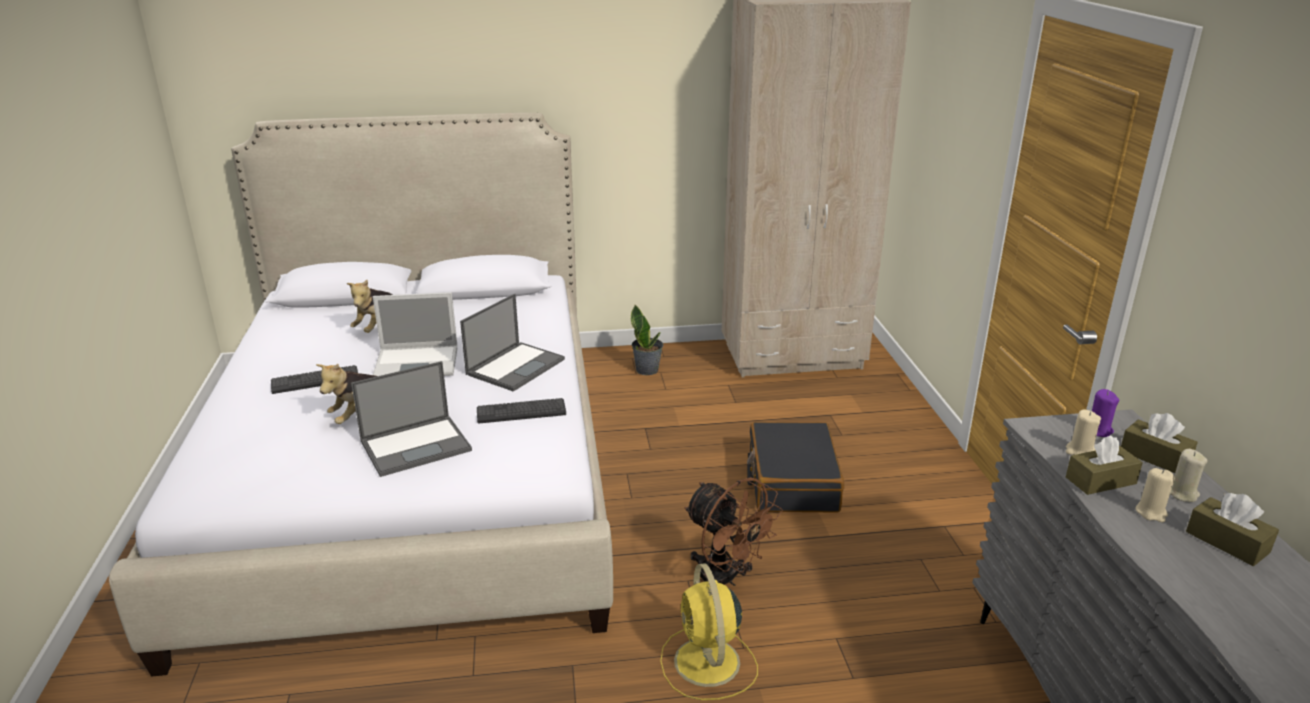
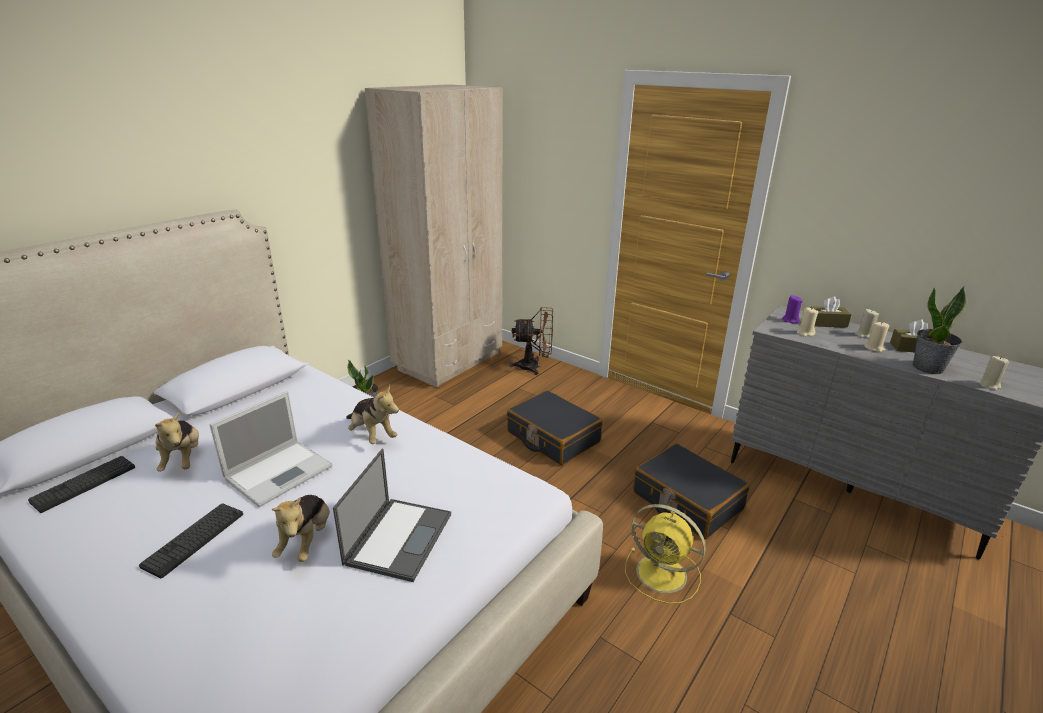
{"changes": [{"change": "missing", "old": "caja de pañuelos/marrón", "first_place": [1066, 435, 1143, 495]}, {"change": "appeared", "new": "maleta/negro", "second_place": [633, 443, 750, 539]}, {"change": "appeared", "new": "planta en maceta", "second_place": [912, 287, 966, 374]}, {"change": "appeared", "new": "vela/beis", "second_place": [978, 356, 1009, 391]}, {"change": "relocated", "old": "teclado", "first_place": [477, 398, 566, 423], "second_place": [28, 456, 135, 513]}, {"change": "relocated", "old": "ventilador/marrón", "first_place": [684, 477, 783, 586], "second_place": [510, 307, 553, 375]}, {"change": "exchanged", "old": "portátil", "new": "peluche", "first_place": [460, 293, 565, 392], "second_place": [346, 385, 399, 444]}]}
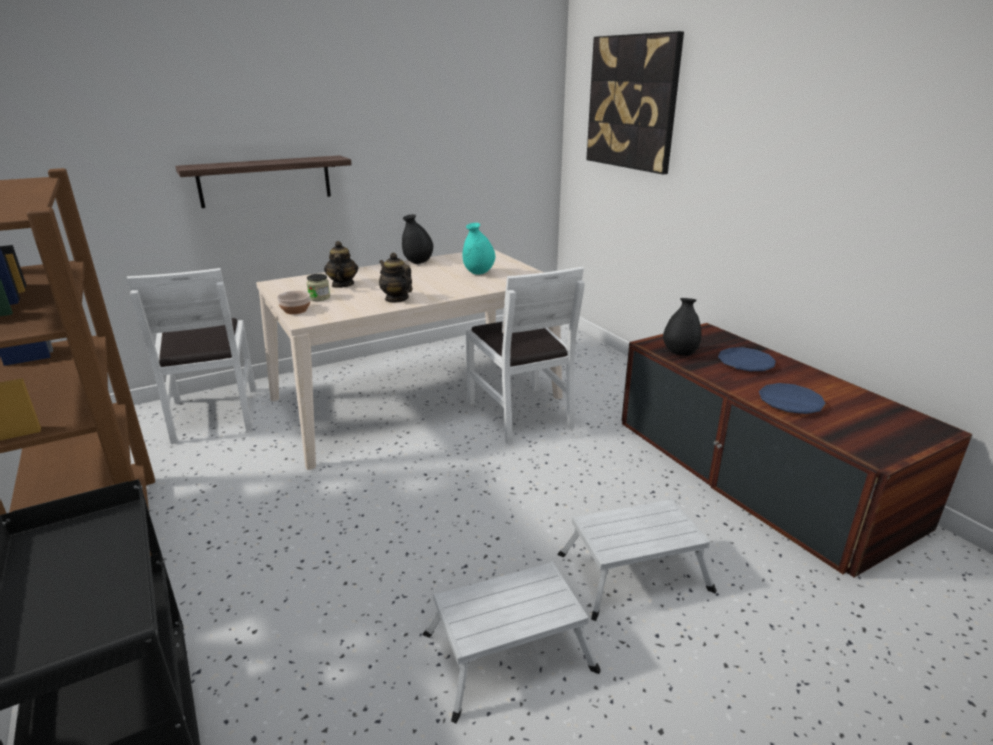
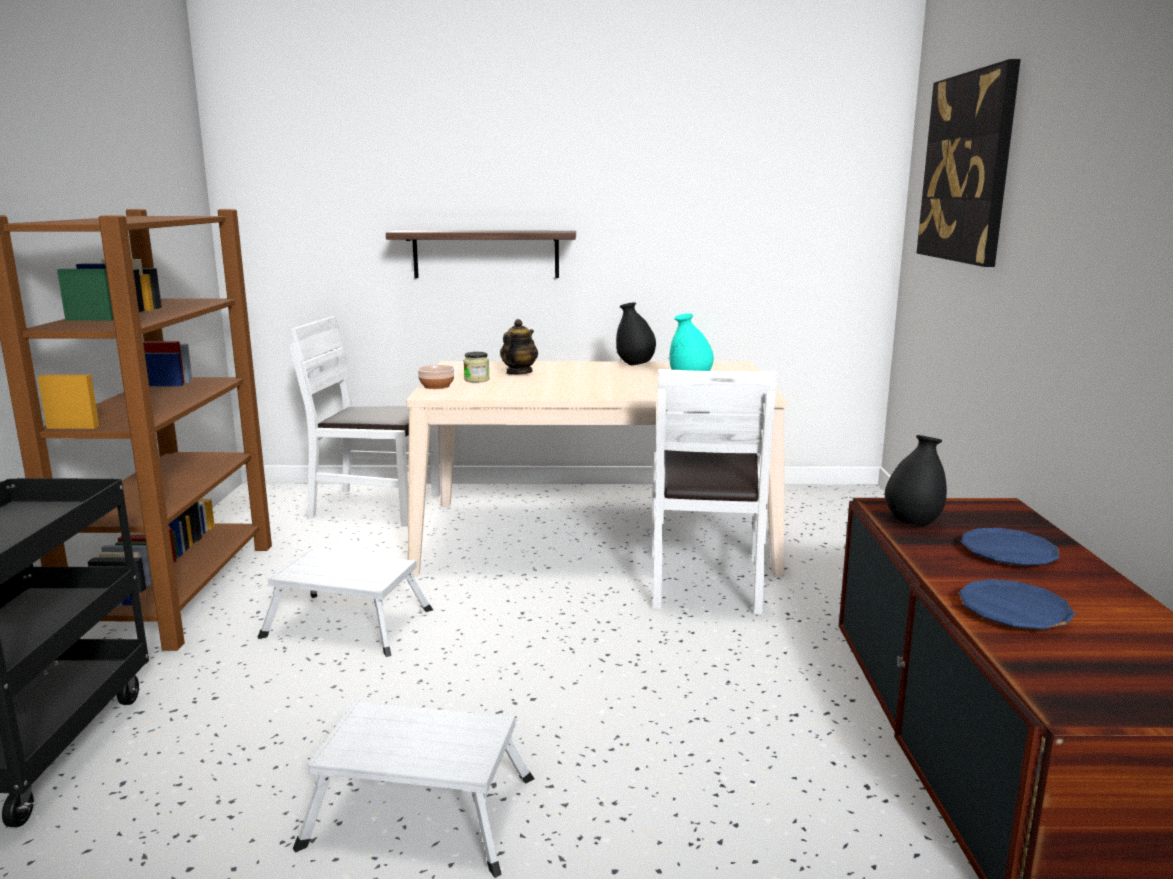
{"changes": [{"change": "missing", "old": "tetera", "first_place": [379, 253, 412, 303]}, {"change": "relocated", "old": "escalera de tijera/blanco", "first_place": [557, 498, 717, 621], "second_place": [257, 549, 433, 657]}, {"change": "spun", "old": "silla/blanco", "first_place": [127, 268, 256, 444], "second_place": [290, 316, 441, 526], "degrees": 90}]}
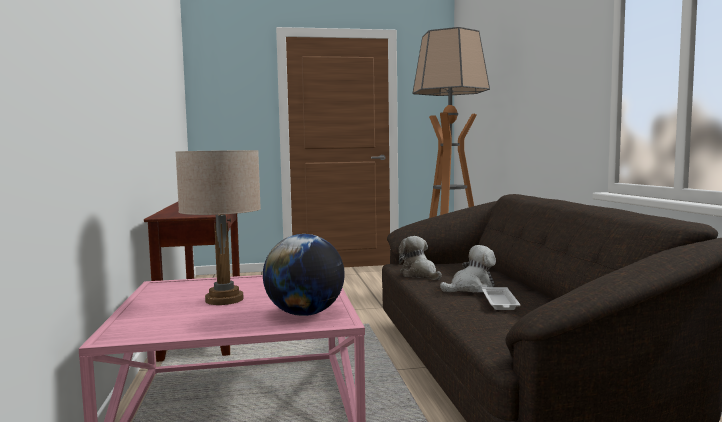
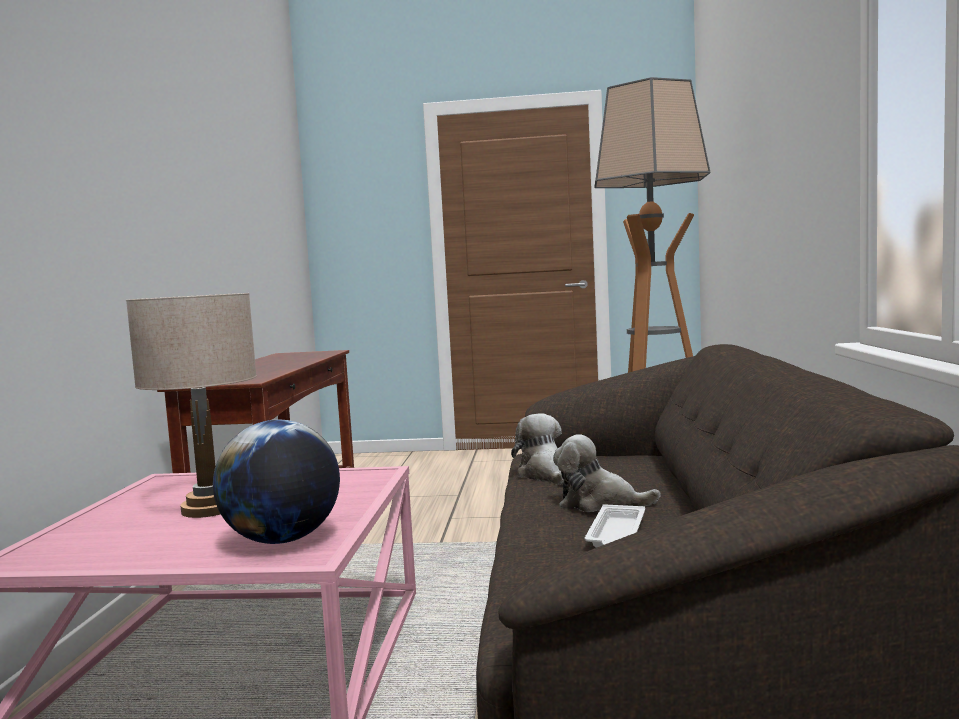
{"changes": [{"change": "spun", "old": "peluche", "first_place": [440, 245, 496, 292], "second_place": [553, 434, 661, 512], "degrees": -150}]}
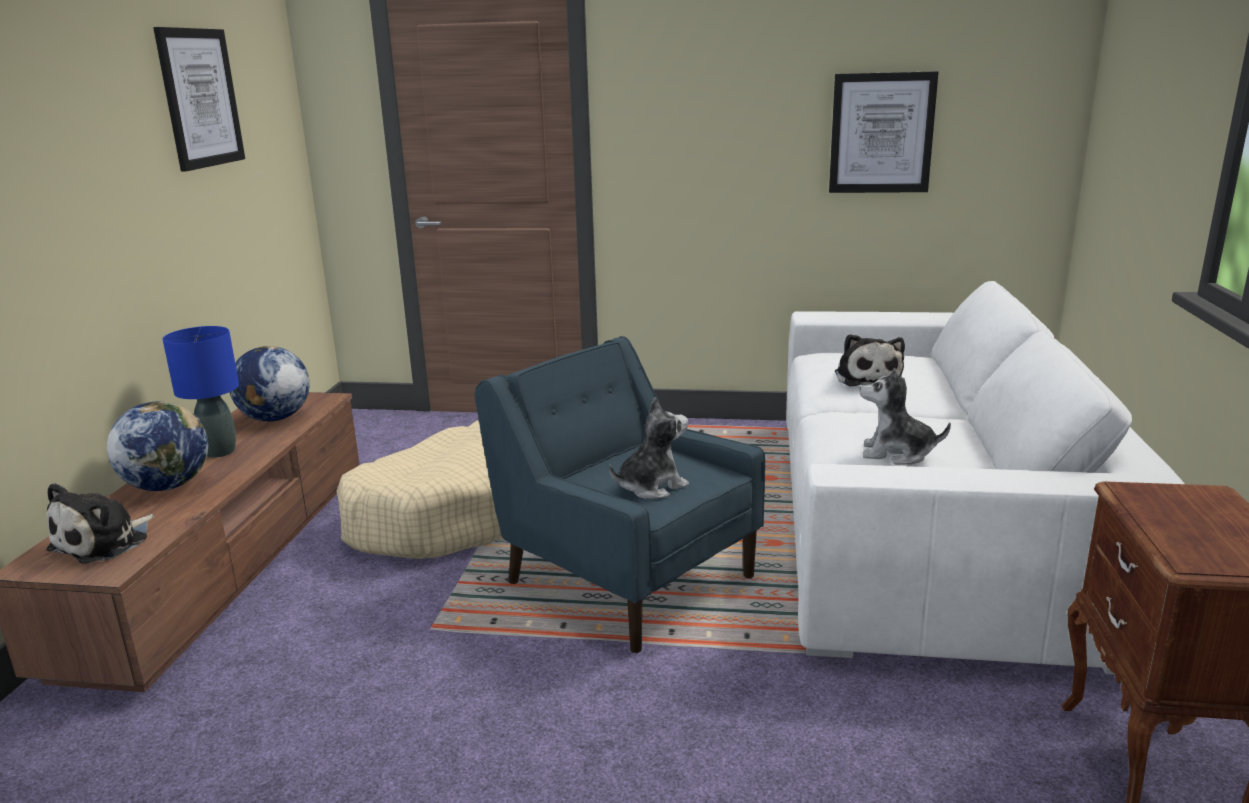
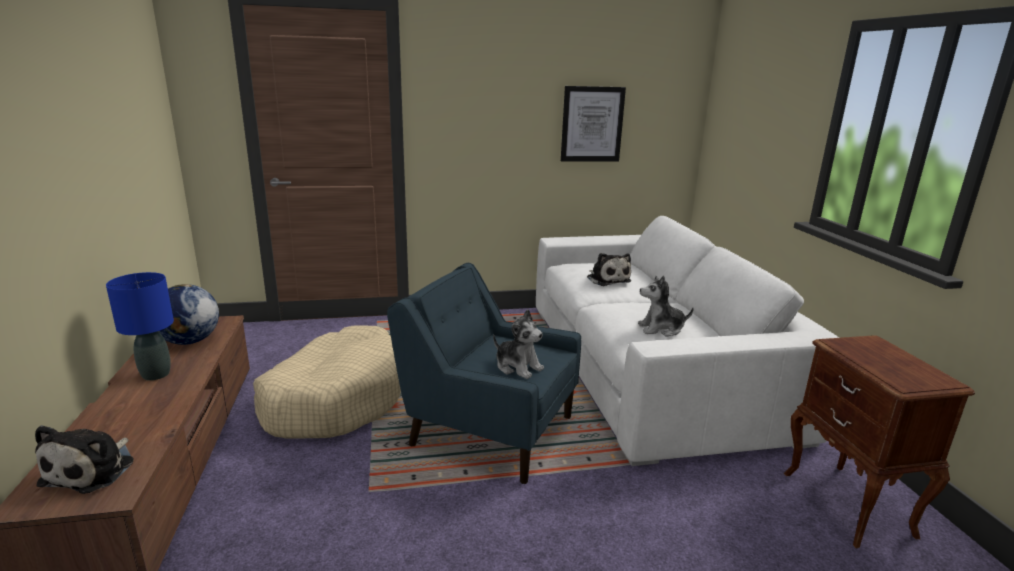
{"changes": [{"change": "missing", "old": "globo terráqueo", "first_place": [107, 401, 208, 491]}, {"change": "missing", "old": "cuadro", "first_place": [153, 27, 245, 172]}, {"change": "spun", "old": "peluche", "first_place": [609, 397, 689, 499], "second_place": [493, 310, 544, 379], "degrees": 90}]}
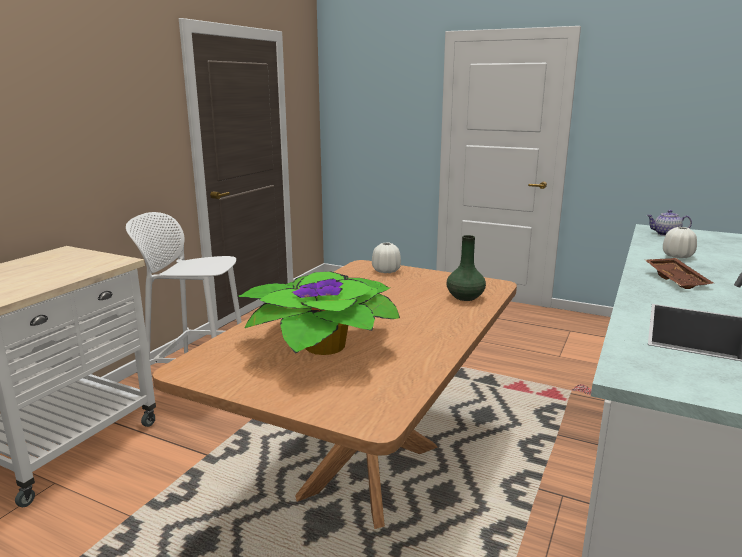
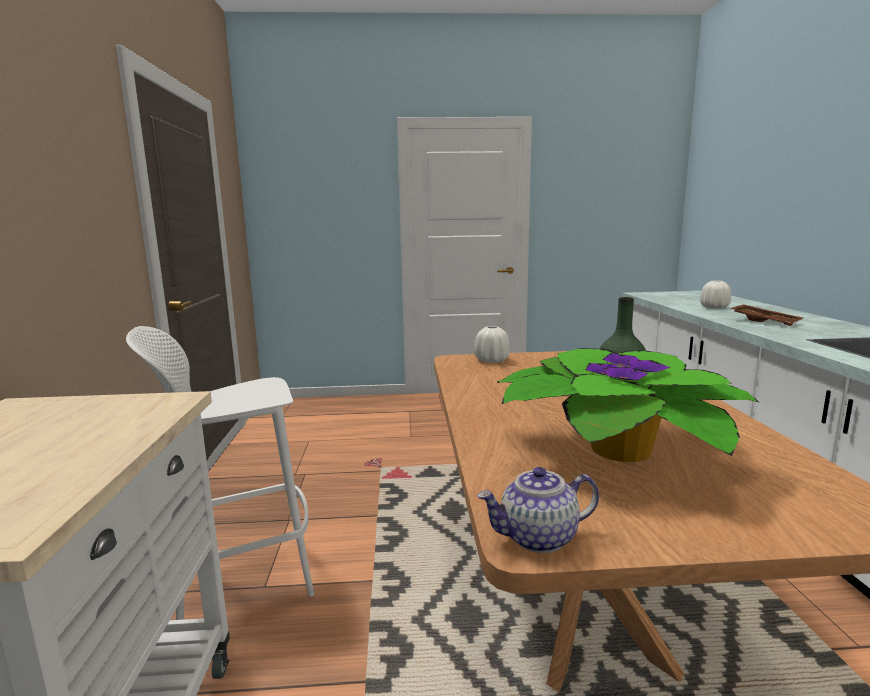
{"changes": [{"change": "relocated", "old": "tetera", "first_place": [647, 210, 692, 236], "second_place": [477, 467, 599, 553]}]}
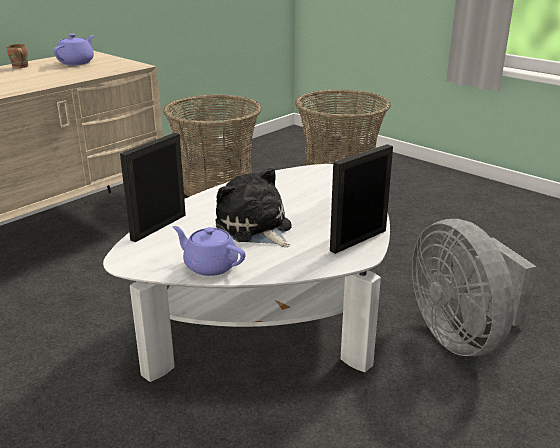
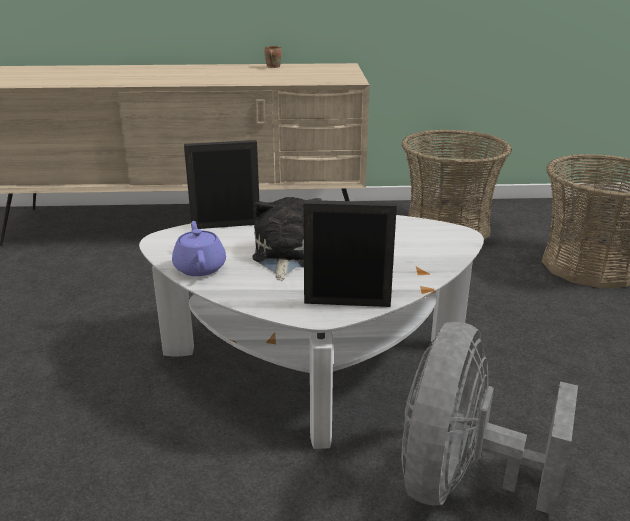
{"changes": [{"change": "missing", "old": "tetera/morado", "first_place": [53, 34, 94, 65]}]}
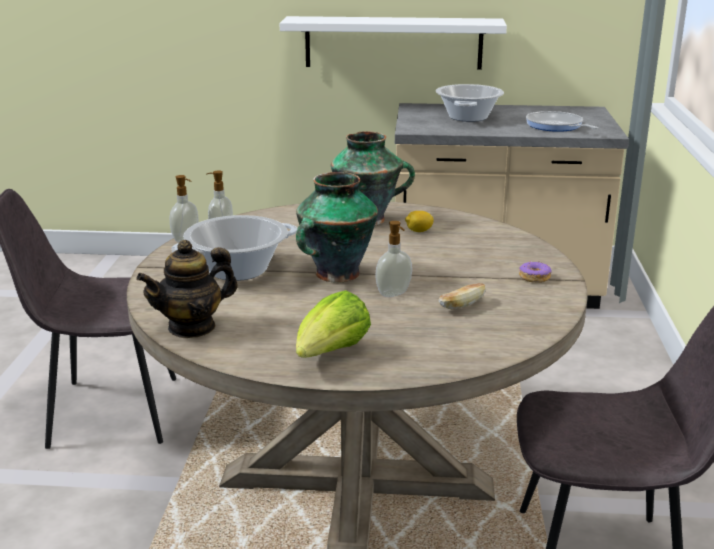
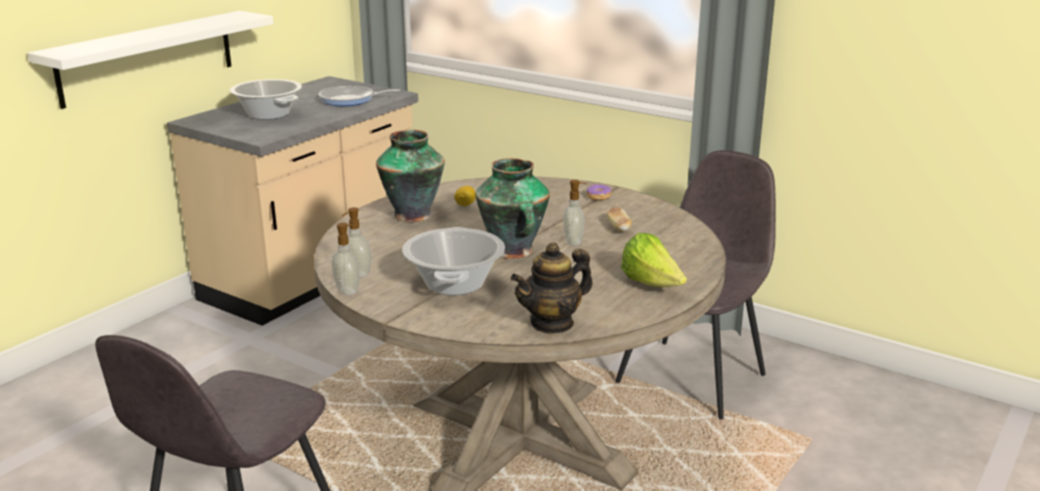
{"changes": [{"change": "spun", "old": "tetera", "first_place": [136, 240, 238, 338], "second_place": [511, 242, 593, 334], "degrees": 60}]}
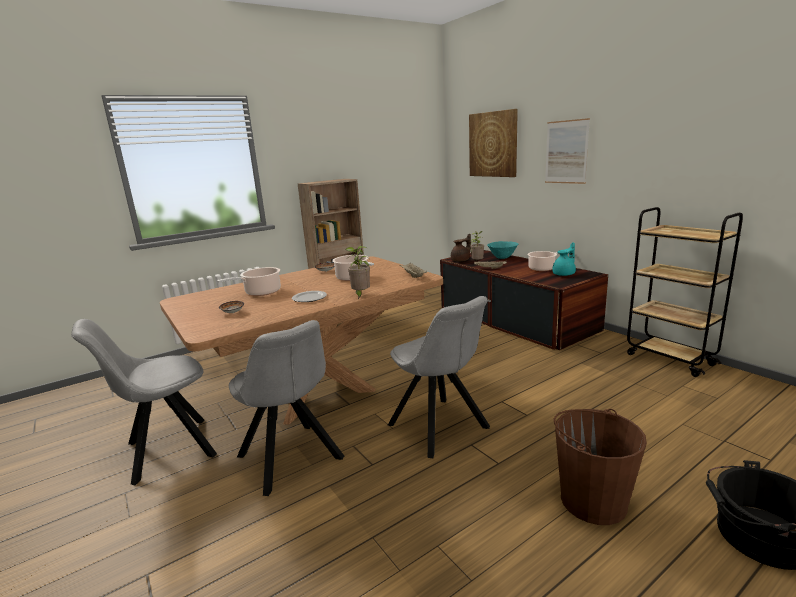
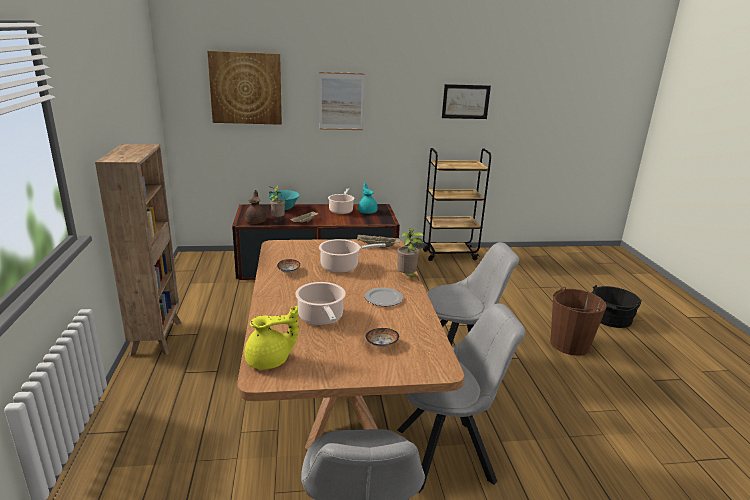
{"changes": [{"change": "appeared", "new": "tetera/amarillo", "second_place": [245, 306, 299, 369]}, {"change": "appeared", "new": "cuadro", "second_place": [442, 84, 491, 119]}]}
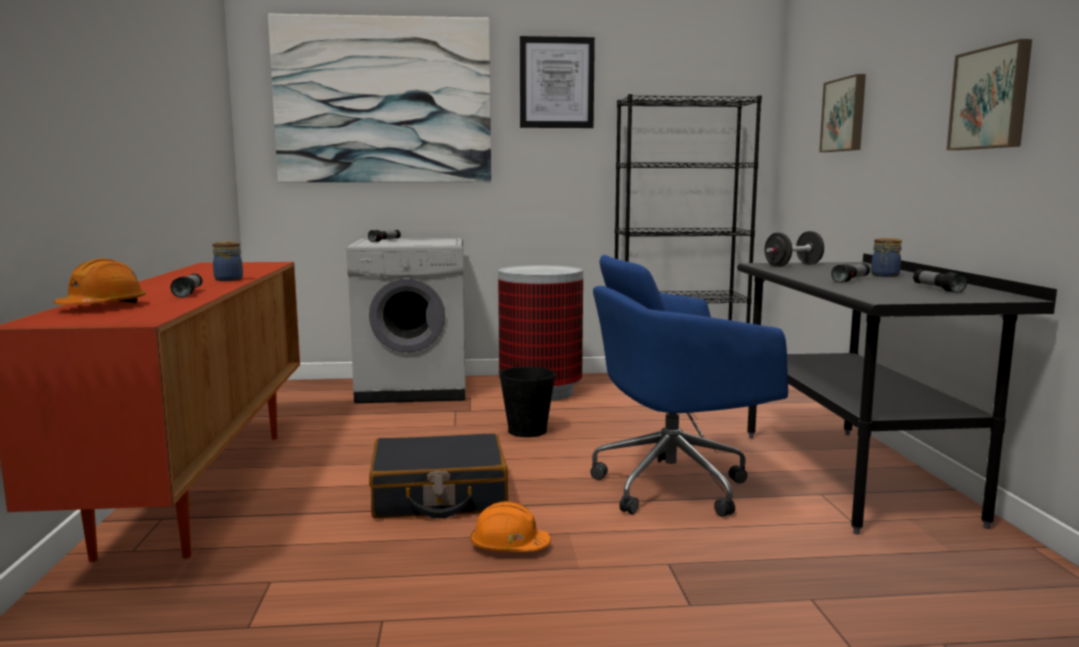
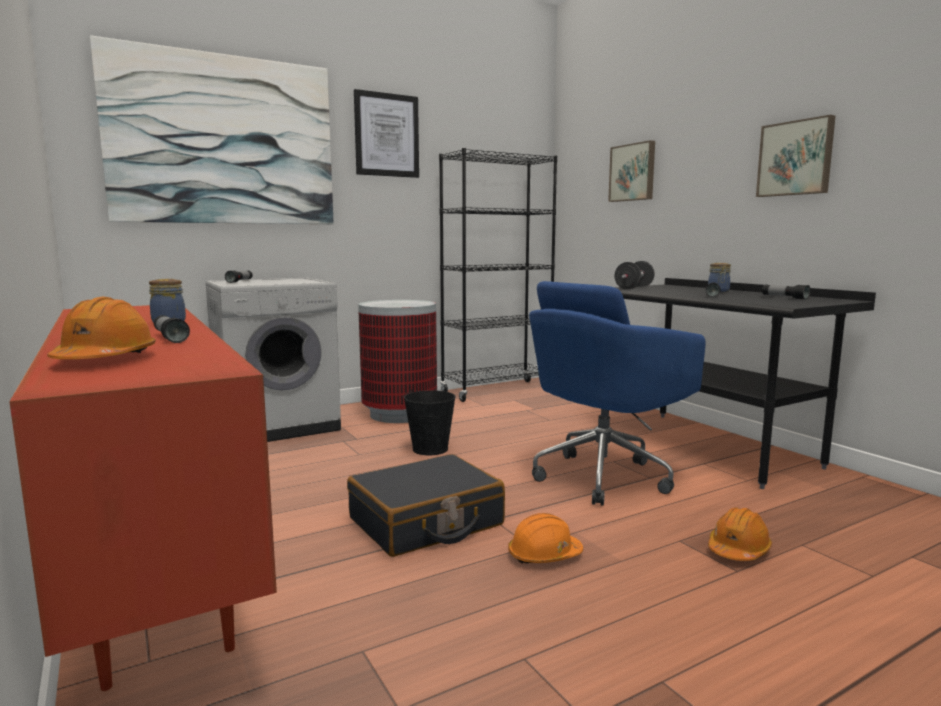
{"changes": [{"change": "appeared", "new": "casco/naranja", "second_place": [708, 507, 772, 561]}]}
